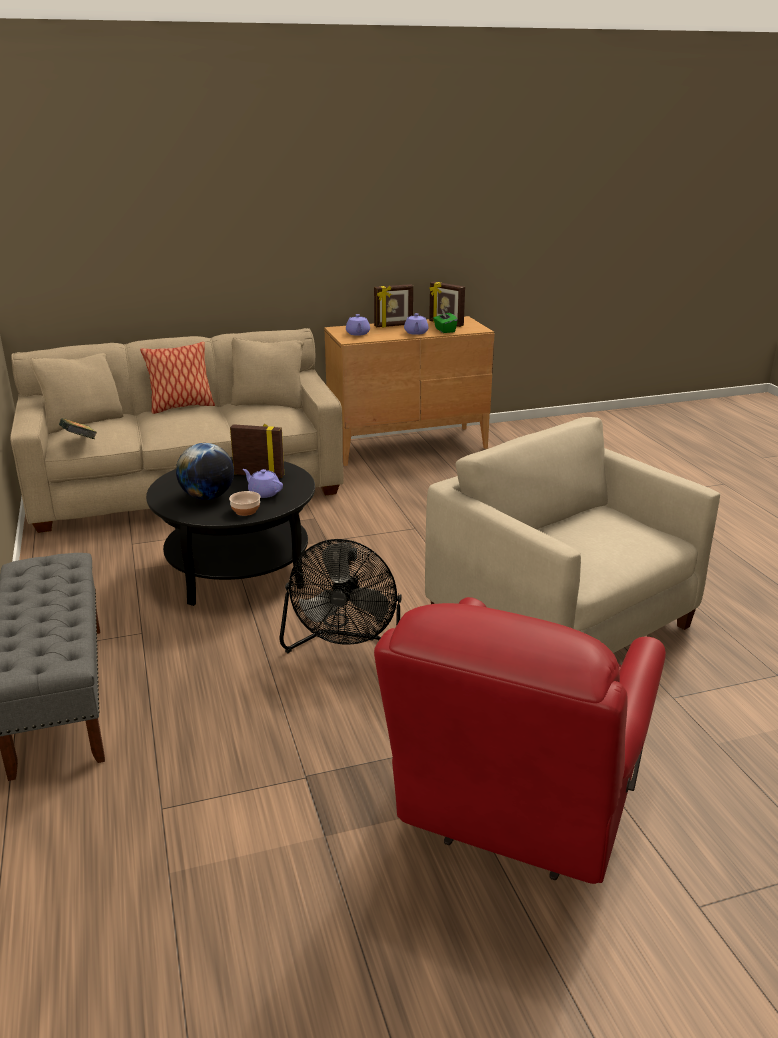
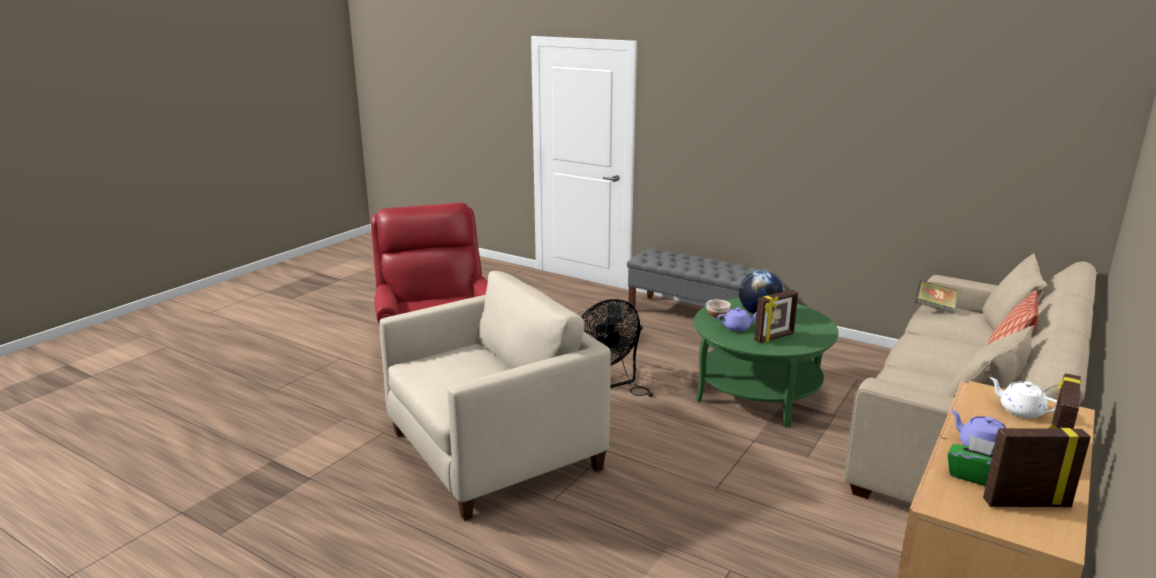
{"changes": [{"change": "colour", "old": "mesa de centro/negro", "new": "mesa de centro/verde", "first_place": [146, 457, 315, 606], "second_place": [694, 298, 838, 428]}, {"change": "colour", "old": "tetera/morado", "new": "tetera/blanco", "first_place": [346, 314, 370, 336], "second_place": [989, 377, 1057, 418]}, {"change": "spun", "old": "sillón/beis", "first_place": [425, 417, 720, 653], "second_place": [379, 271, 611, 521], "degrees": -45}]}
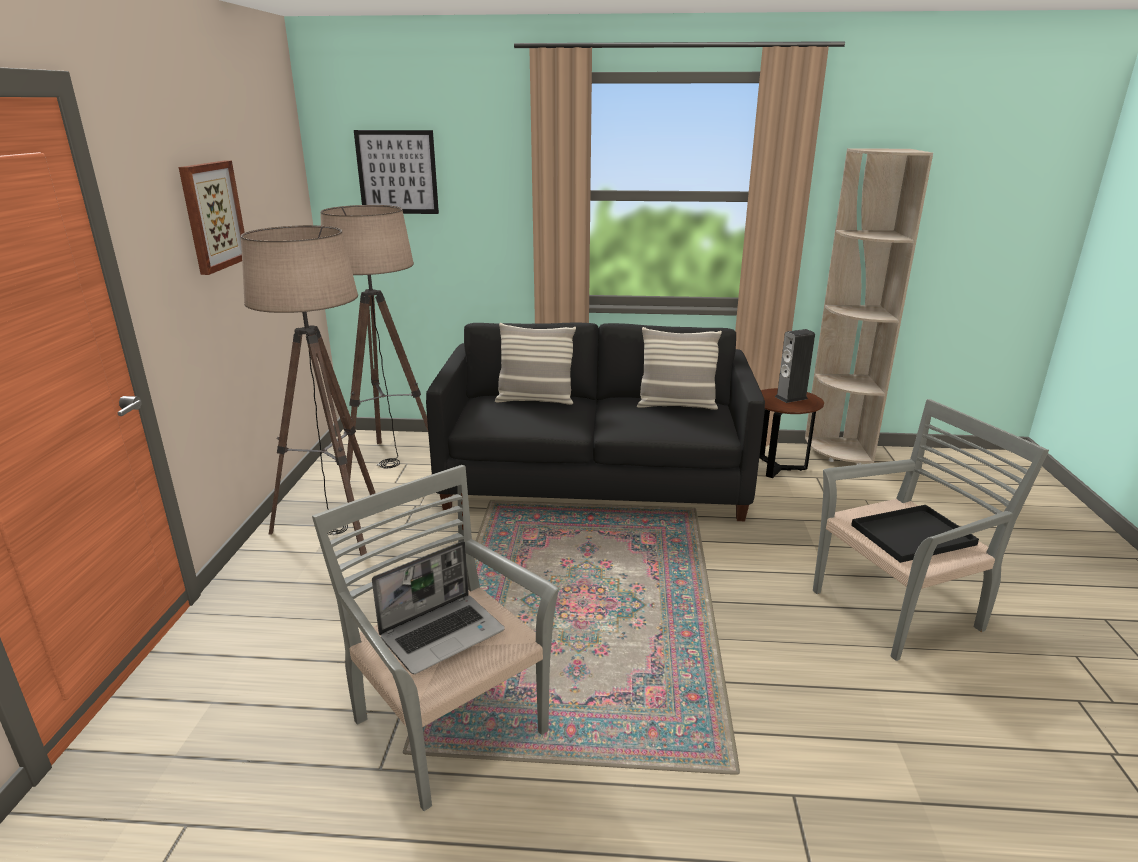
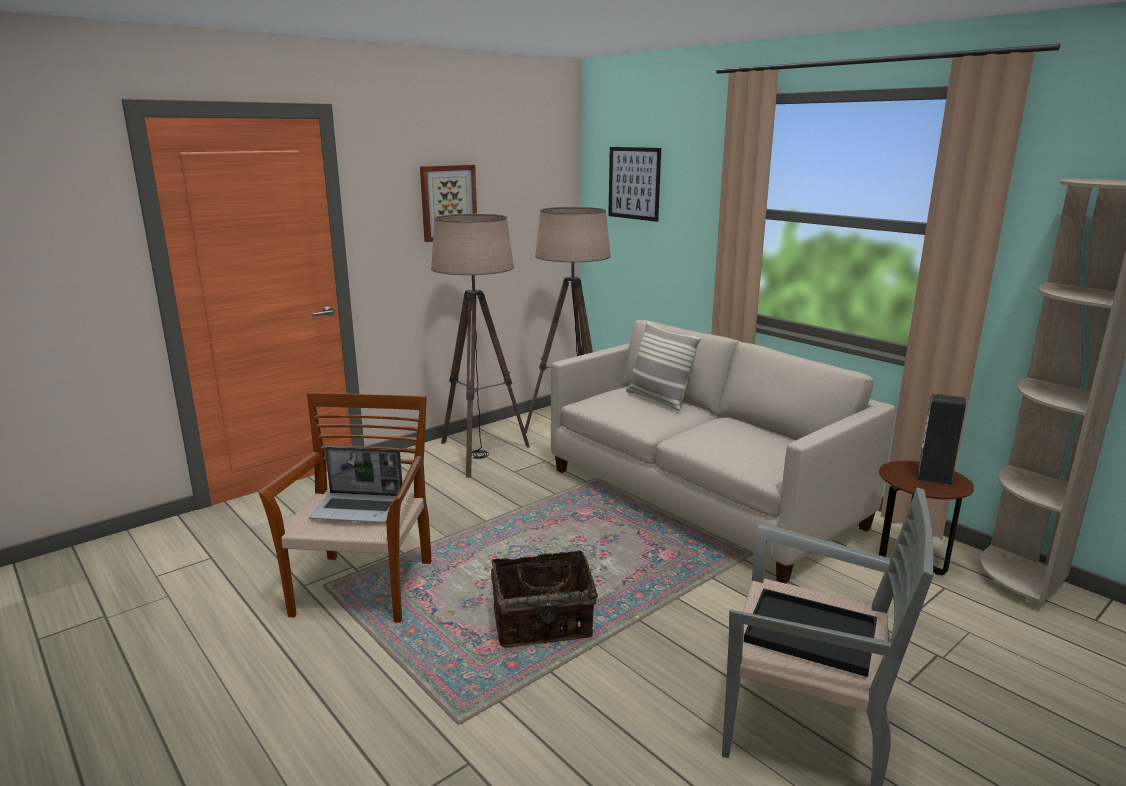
{"changes": [{"change": "missing", "old": "cojín", "first_place": [637, 327, 722, 410]}, {"change": "appeared", "new": "cesta", "second_place": [491, 550, 598, 648]}, {"change": "colour", "old": "sillón/gris", "new": "sillón/marrón", "first_place": [312, 465, 559, 811], "second_place": [259, 392, 431, 623]}, {"change": "colour", "old": "sofá/negro", "new": "sofá/beis", "first_place": [426, 323, 765, 521], "second_place": [551, 320, 896, 584]}]}
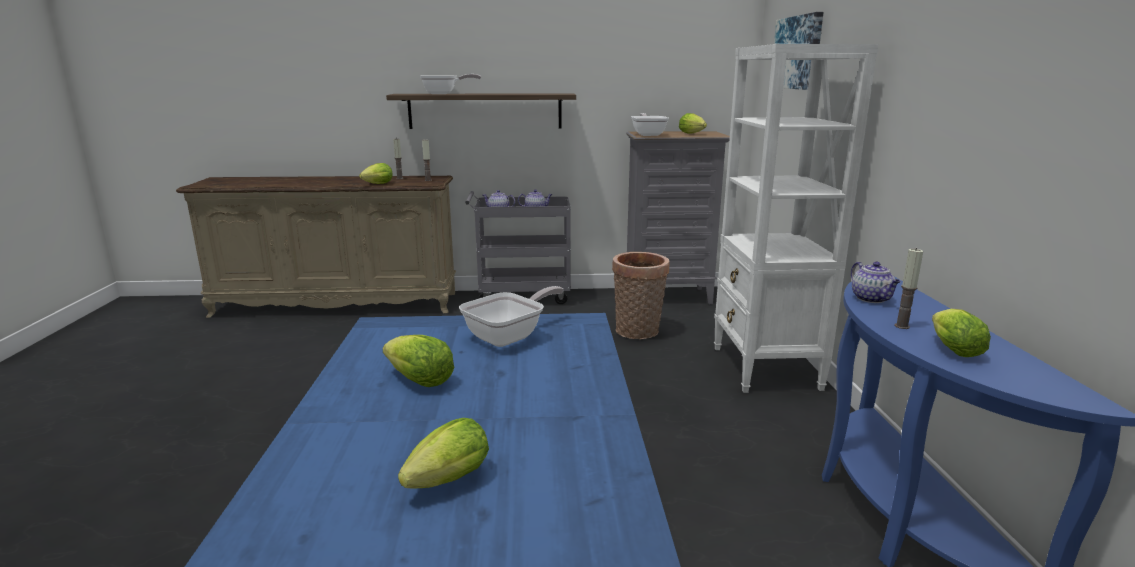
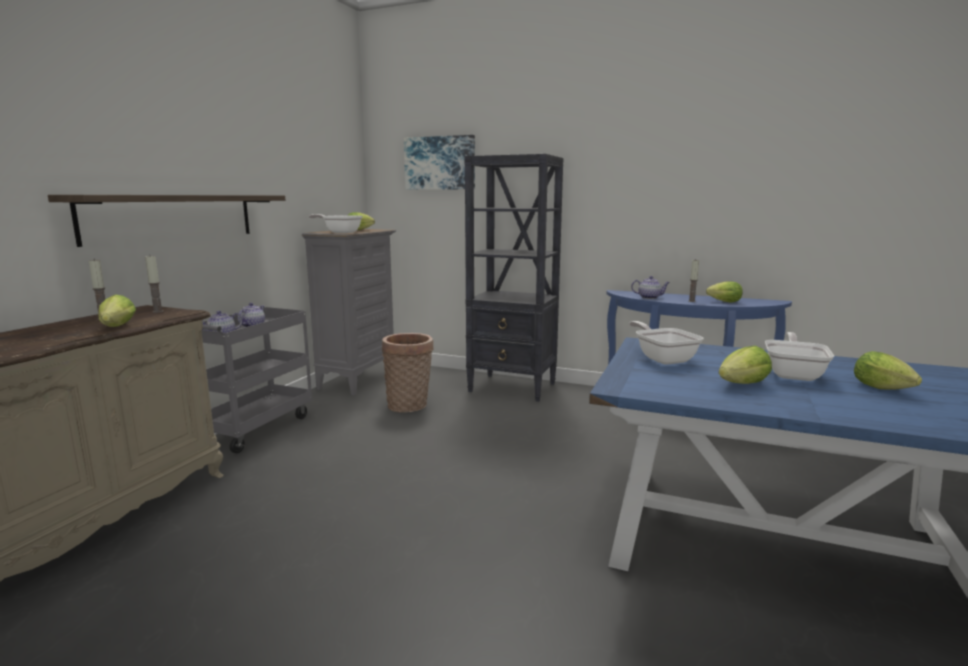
{"changes": [{"change": "relocated", "old": "sartén", "first_place": [420, 74, 481, 94], "second_place": [765, 332, 834, 381]}, {"change": "colour", "old": "estantería/blanco", "new": "estantería/negro", "first_place": [714, 44, 878, 393], "second_place": [464, 154, 563, 402]}]}
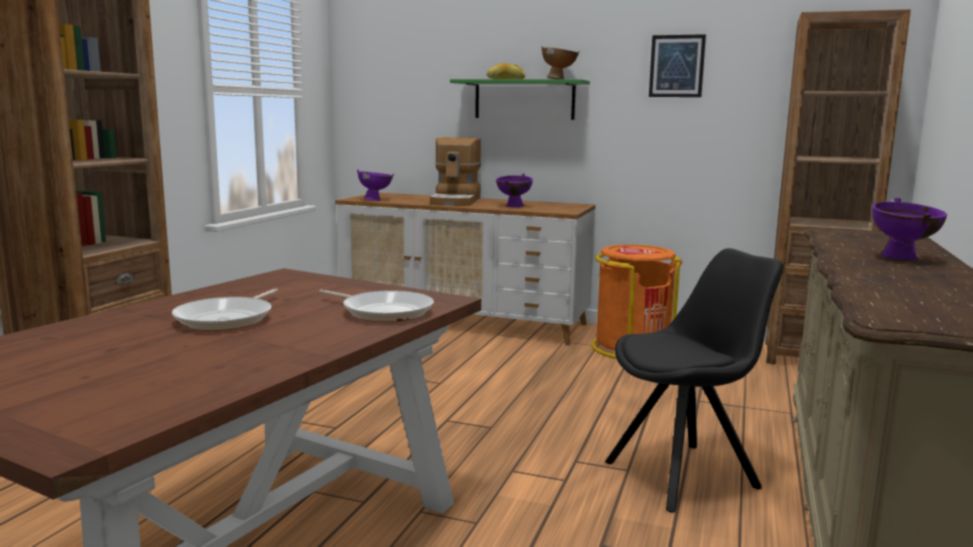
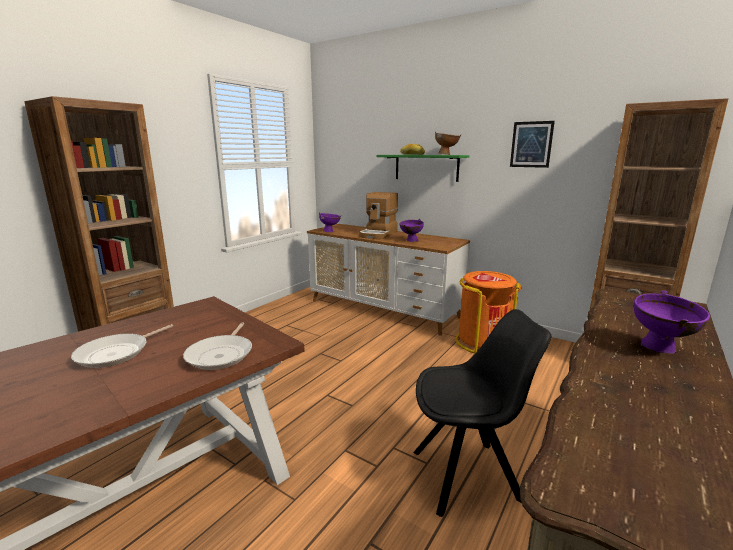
{"changes": [{"change": "spun", "old": "sartén", "first_place": [319, 290, 434, 322], "second_place": [183, 322, 252, 370], "degrees": 45}]}
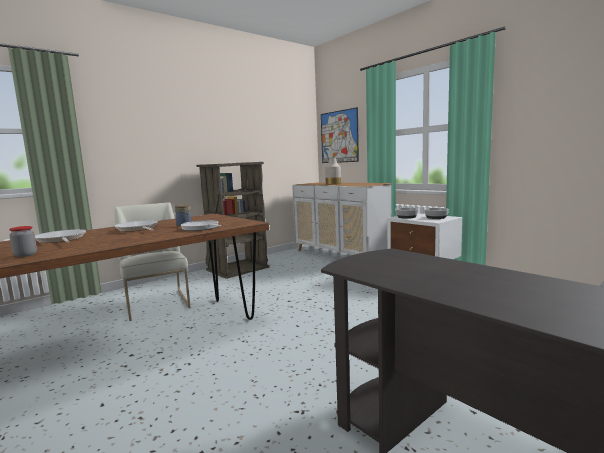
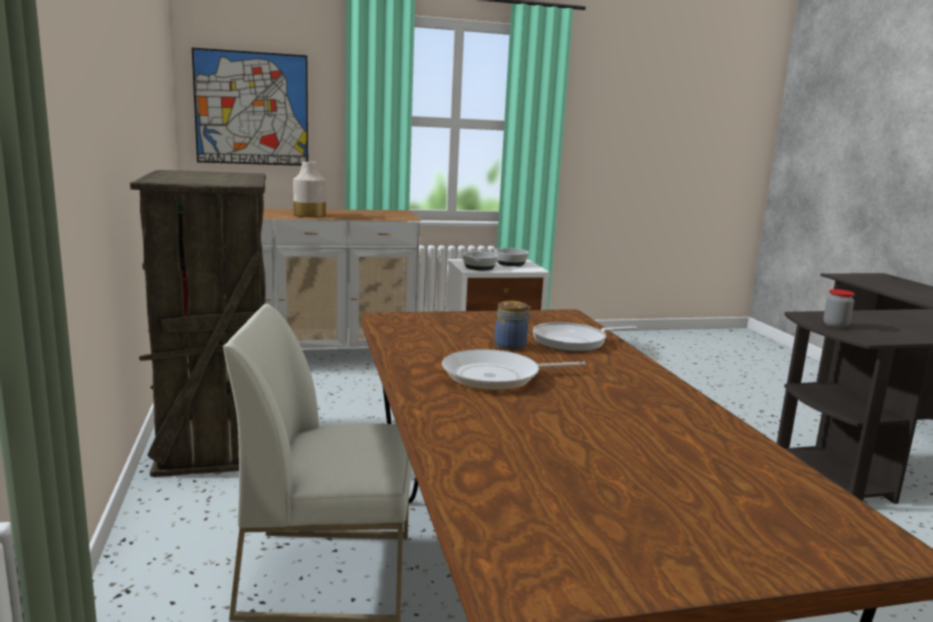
{"changes": [{"change": "missing", "old": "sartén", "first_place": [35, 229, 86, 243]}, {"change": "relocated", "old": "tarro", "first_place": [9, 226, 37, 257], "second_place": [823, 289, 855, 328]}]}
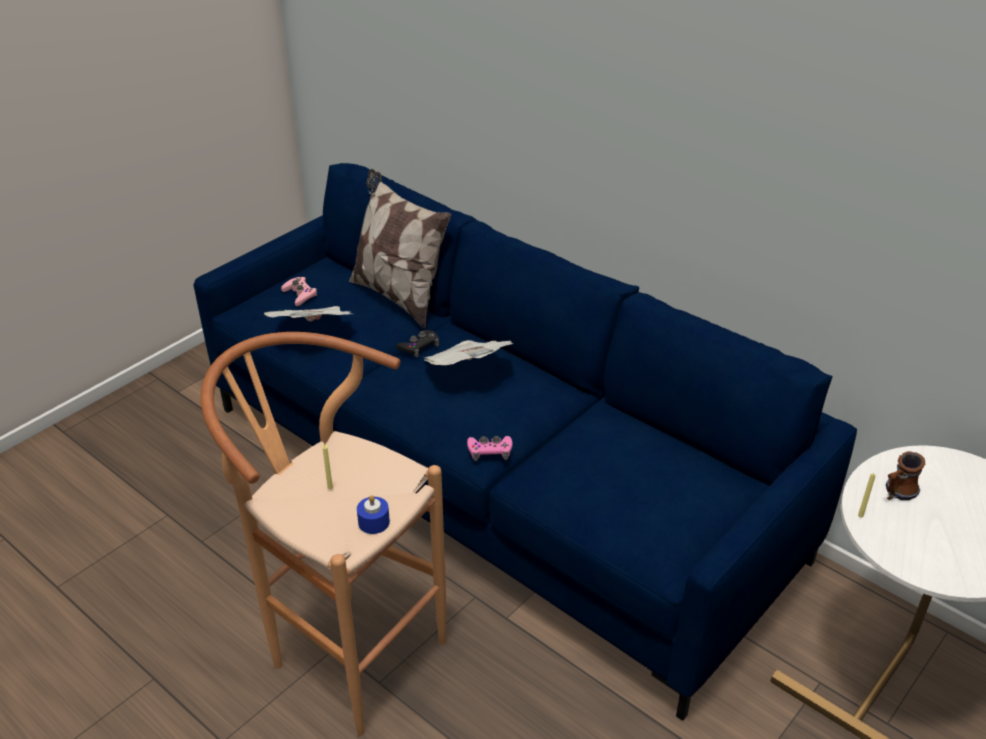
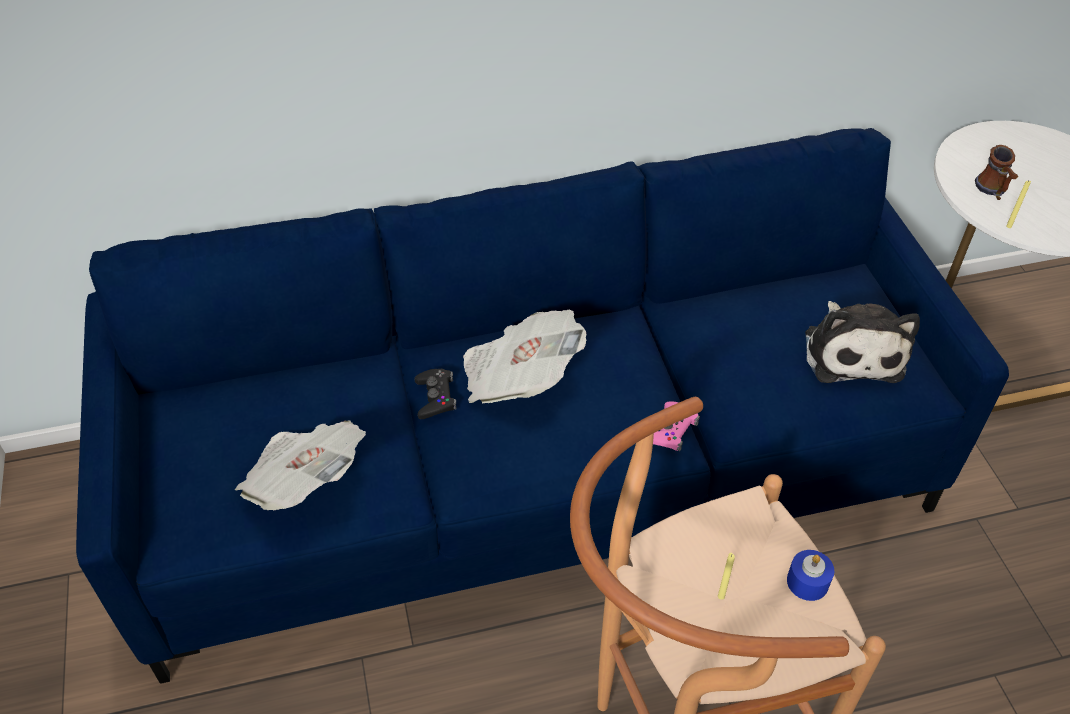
{"changes": [{"change": "missing", "old": "mando de consola/rosa", "first_place": [281, 277, 318, 306]}, {"change": "missing", "old": "cojín", "first_place": [349, 169, 451, 328]}, {"change": "appeared", "new": "peluche", "second_place": [805, 301, 920, 383]}]}
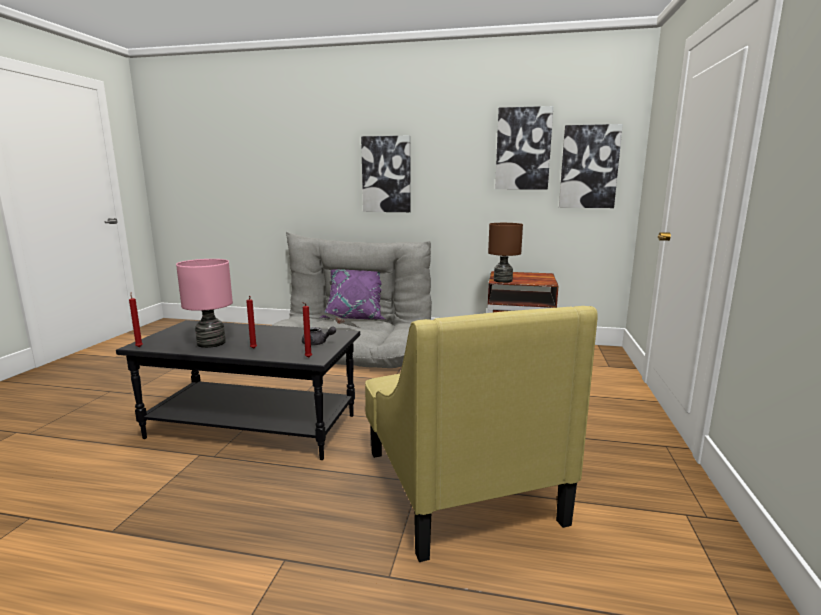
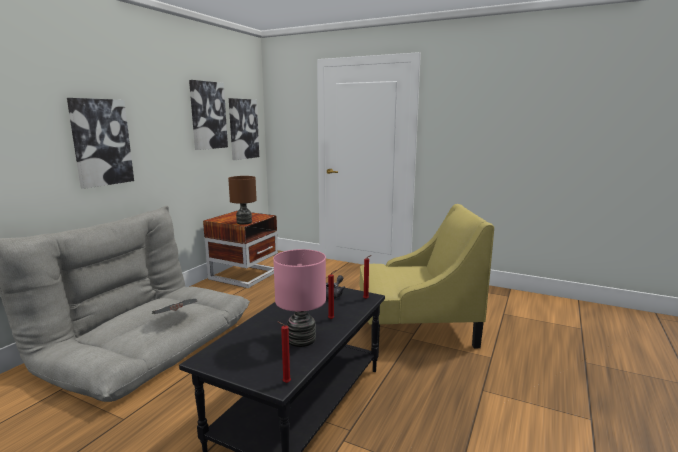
{"changes": [{"change": "missing", "old": "cojín/morado", "first_place": [320, 269, 385, 319]}]}
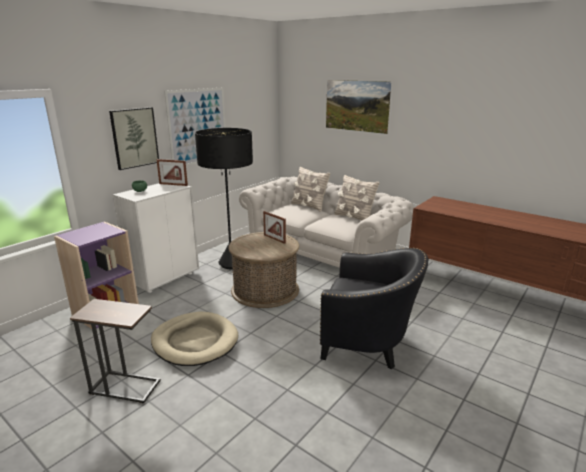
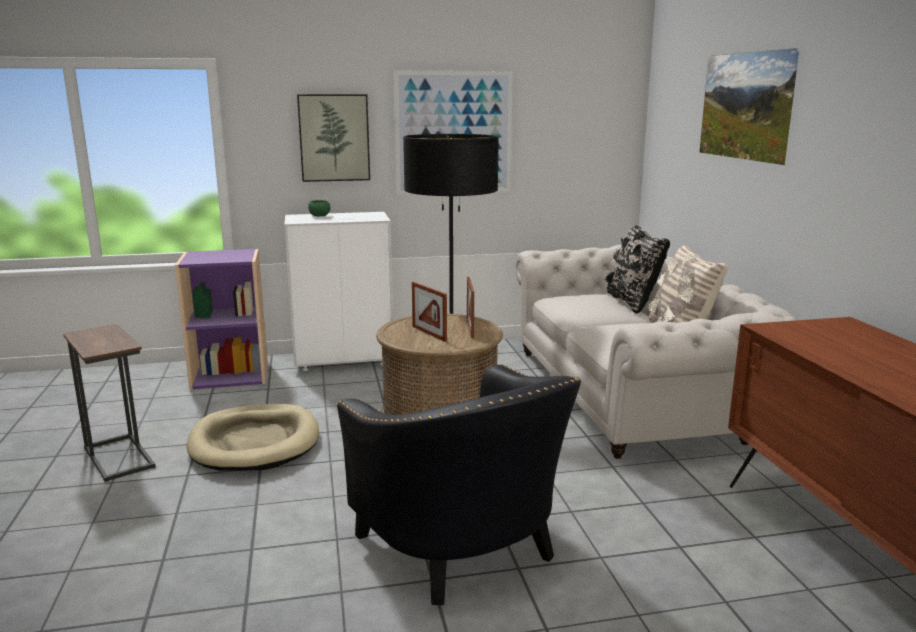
{"changes": [{"change": "relocated", "old": "portarretratos", "first_place": [156, 159, 188, 186], "second_place": [412, 282, 447, 342]}, {"change": "colour", "old": "cojín/beis", "new": "cojín/negro", "first_place": [291, 167, 330, 212], "second_place": [604, 225, 670, 314]}]}
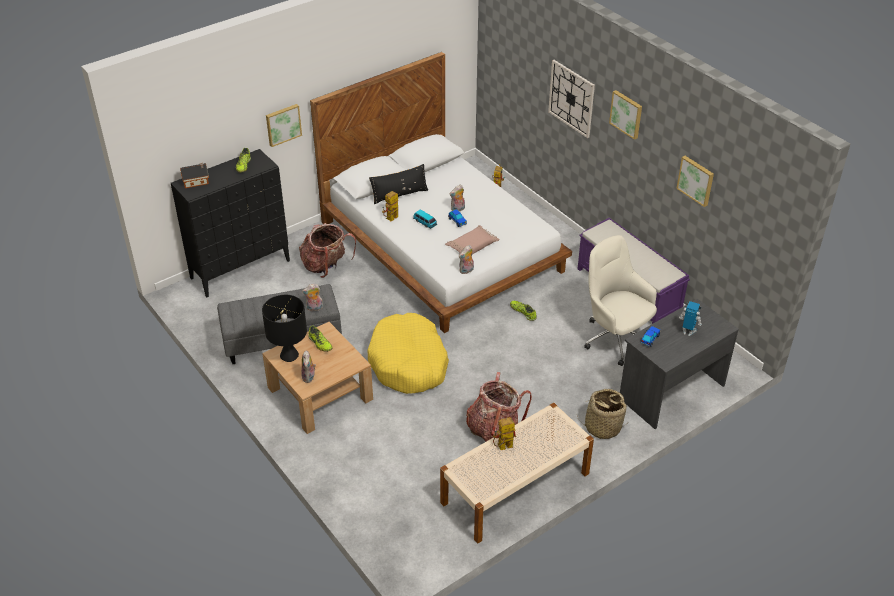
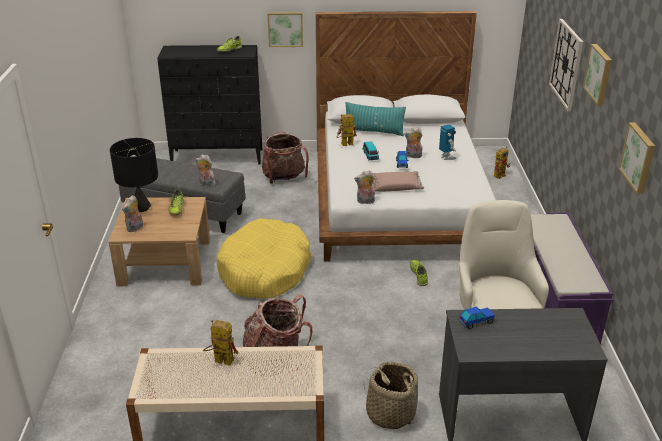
{"changes": [{"change": "missing", "old": "casita", "first_place": [180, 163, 209, 188]}, {"change": "relocated", "old": "robot de juguete", "first_place": [679, 301, 702, 336], "second_place": [439, 124, 456, 160]}, {"change": "colour", "old": "cojín/negro", "new": "cojín/turquesa", "first_place": [369, 164, 428, 204], "second_place": [346, 102, 406, 136]}]}
